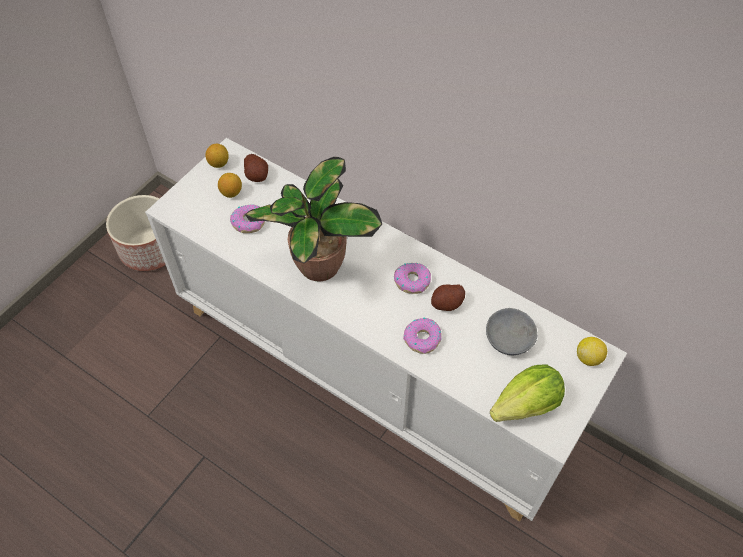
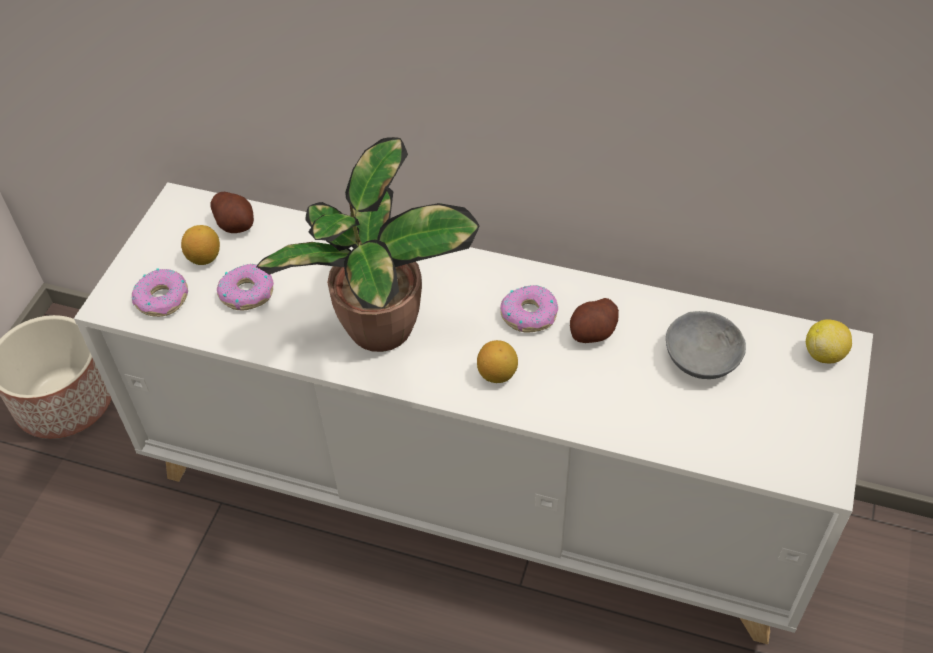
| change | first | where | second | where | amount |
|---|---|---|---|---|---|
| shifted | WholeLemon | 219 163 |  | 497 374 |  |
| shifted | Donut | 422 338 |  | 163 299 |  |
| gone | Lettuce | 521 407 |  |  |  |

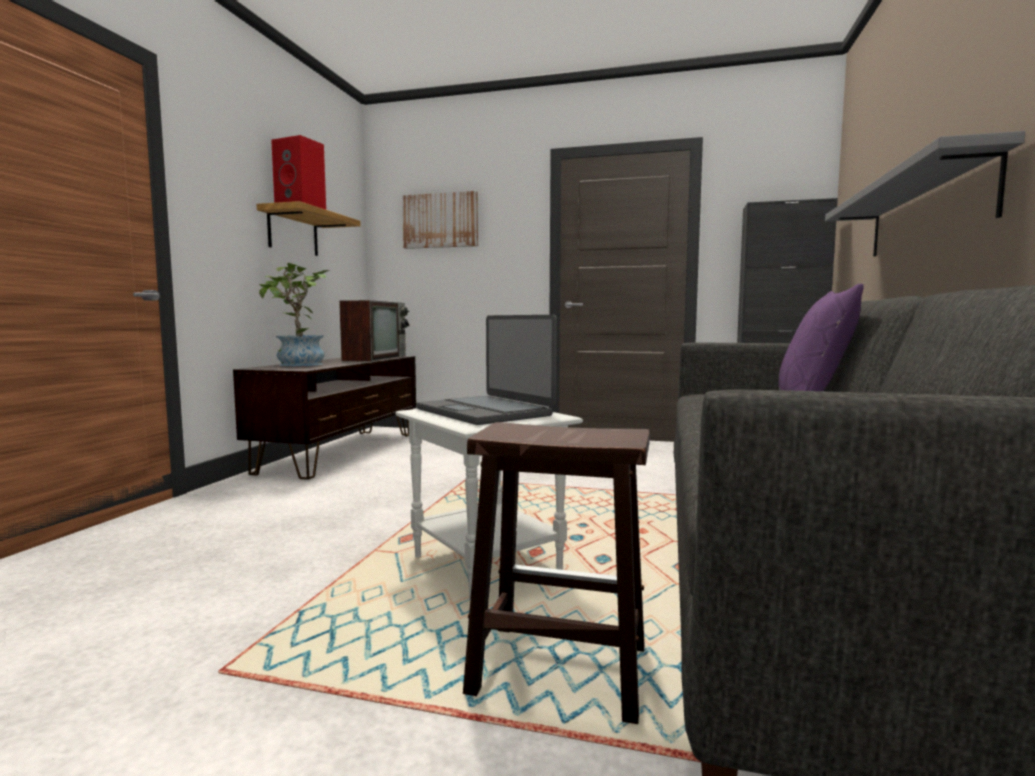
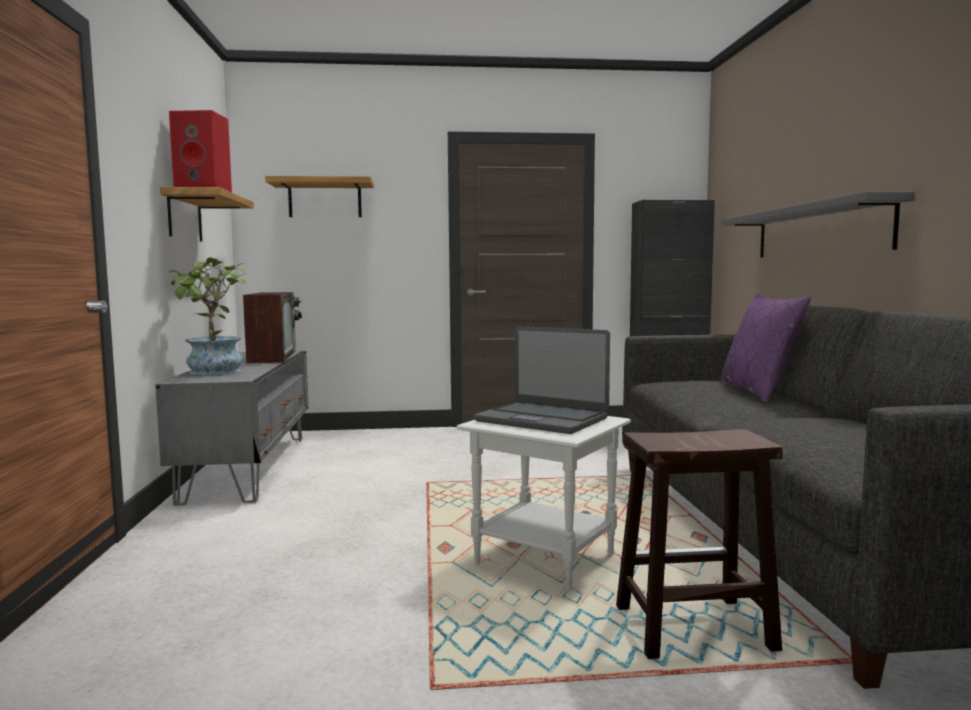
| change | first | where | second | where | amount |
|---|---|---|---|---|---|
| repainted | BrownColouredTvStand | 342 452 | GreyTvStand | 249 466 |  |
| swapped | Picture | 440 220 | Shelf | 325 199 |  |

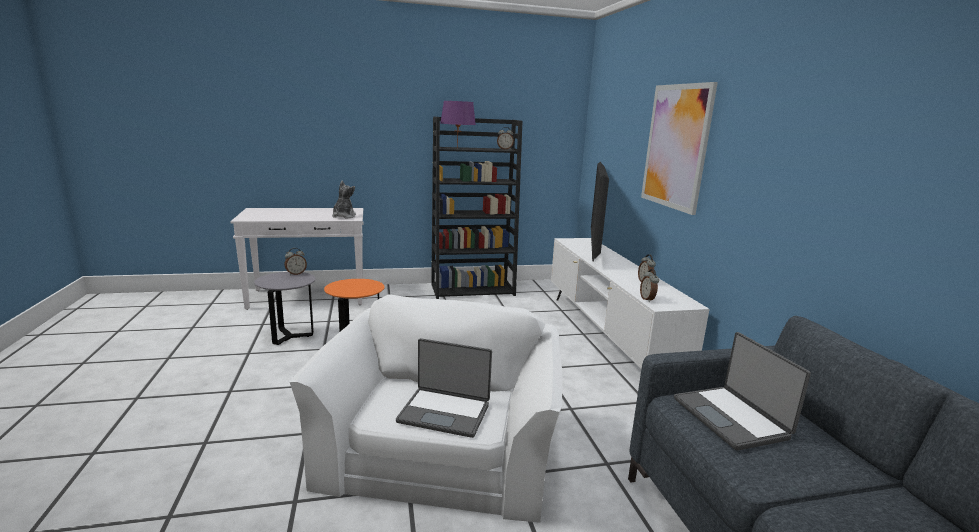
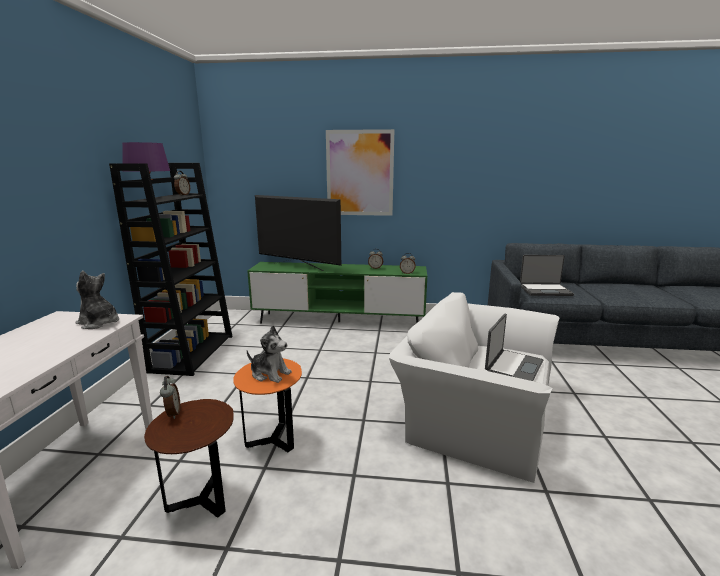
| change | first | where | second | where | amount |
|---|---|---|---|---|---|
| repainted | GreyAccentTable | 290 336 | BrownColouredAccentTable | 202 500 |  |
| repainted | WhiteTvStand | 607 335 | GreenTvStand | 339 322 |  |
| new |  |  | SoftToy | 270 374 |  |

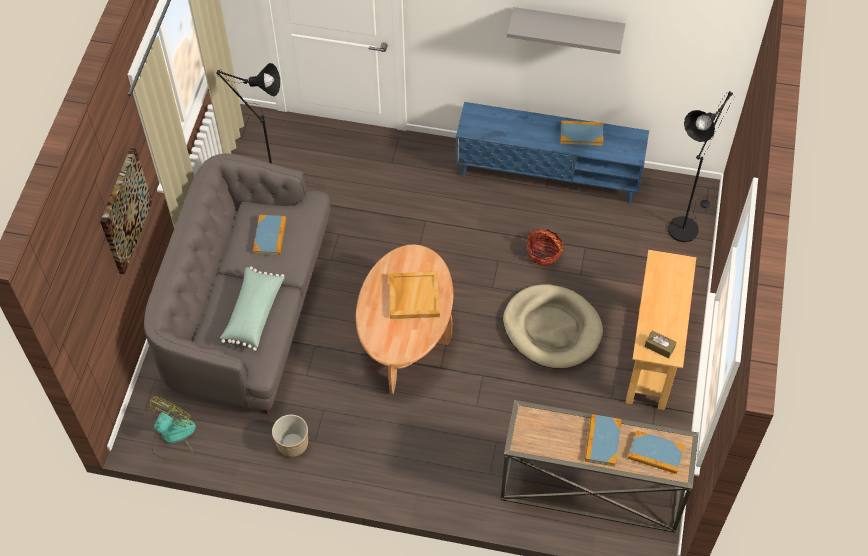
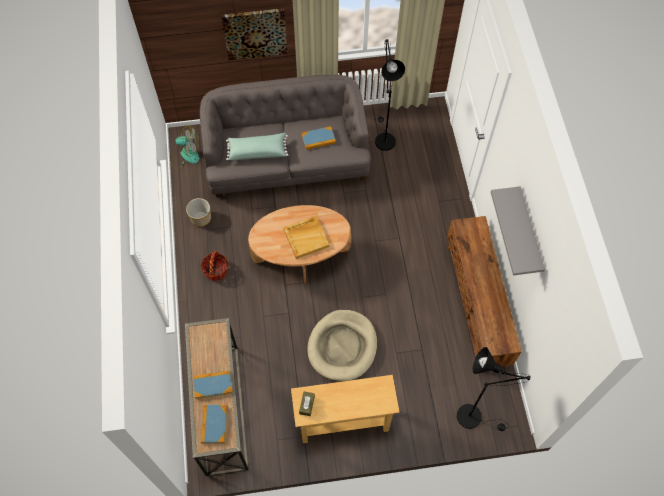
| change | first | where | second | where | amount |
|---|---|---|---|---|---|
| repainted | BlueColouredTvStand | 549 174 | BrownColouredTvStand | 476 305 |  |
| shifted | StorageBasket | 543 253 |  | 216 270 |  |
| gone | BoundBook | 581 134 |  |  |  |

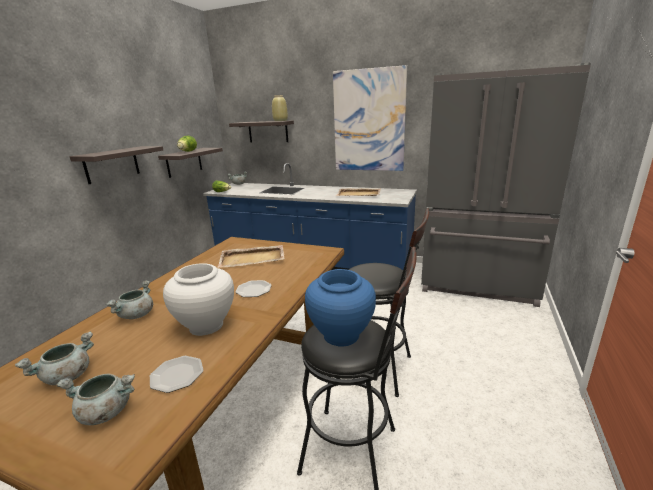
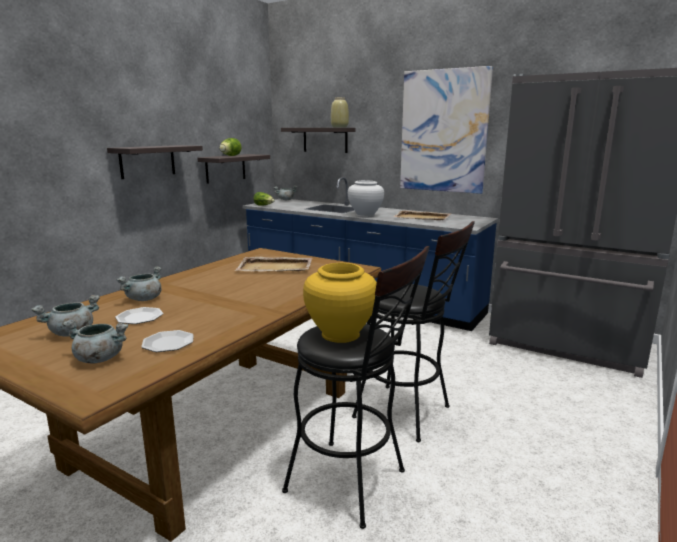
| change | first | where | second | where | amount |
|---|---|---|---|---|---|
| shifted | WhiteVase | 206 326 |  | 365 215 |  |
| shifted | Plate | 254 290 |  | 140 317 |  |
| repainted | BlueColouredVase | 341 336 | YellowColouredVase | 340 335 |  |

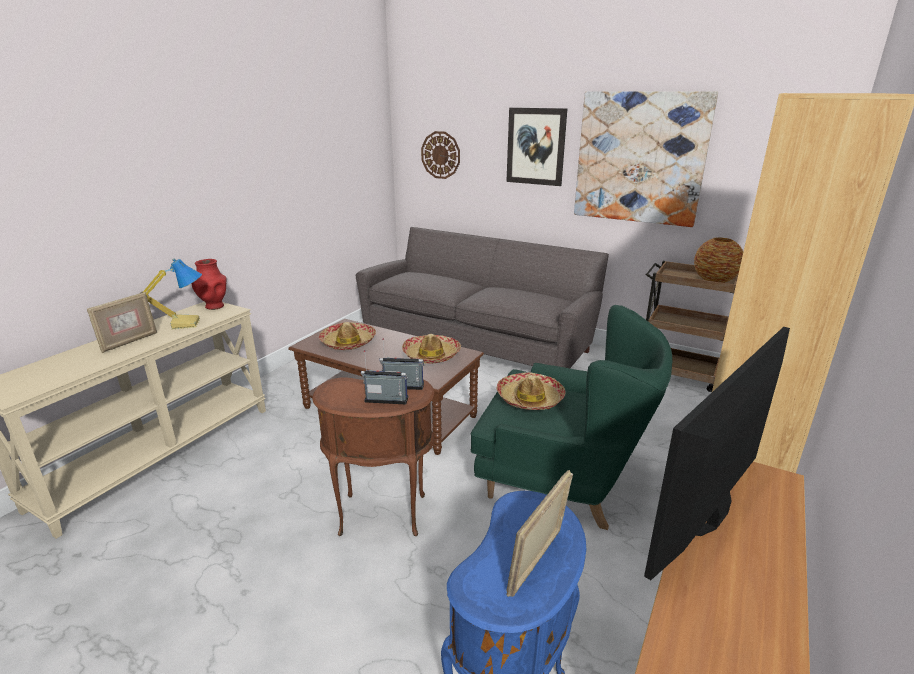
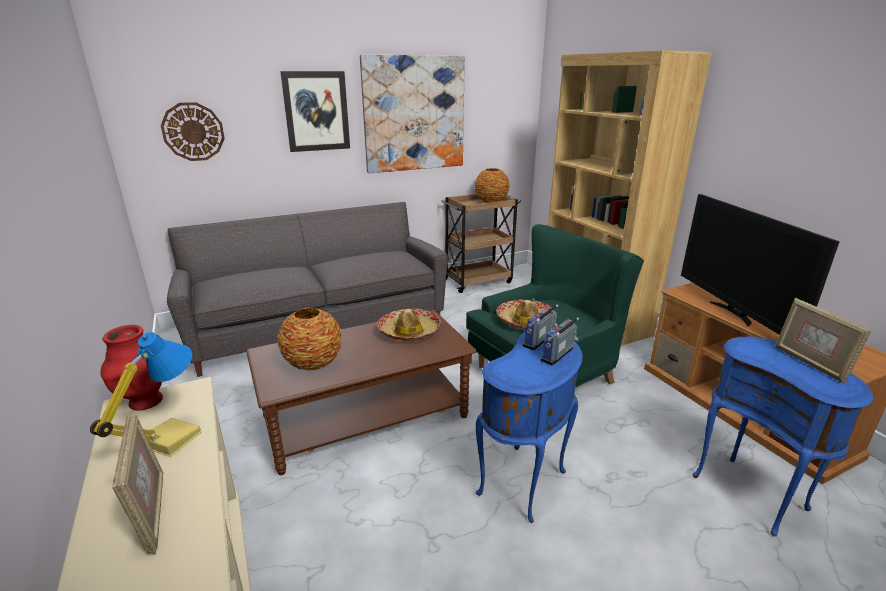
| change | first | where | second | where | amount |
|---|---|---|---|---|---|
| repainted | BrownColouredAccentTable | 381 517 | BlueColouredAccentTable | 525 484 |  |
| swapped | WearableHat | 348 342 | Vase | 313 363 |  |

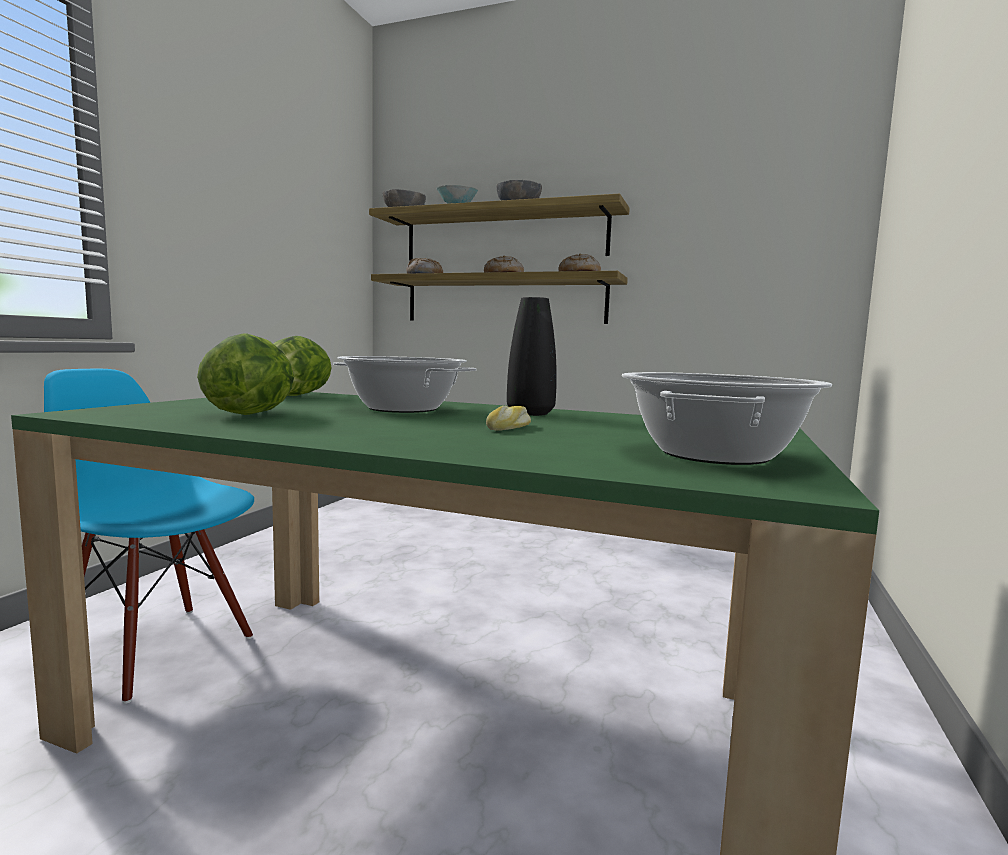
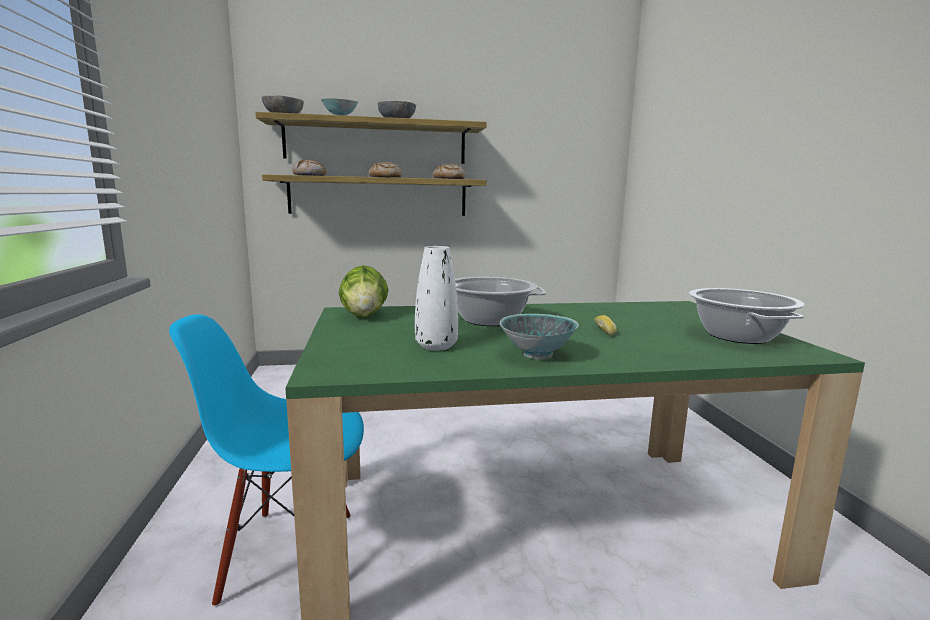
| change | first | where | second | where | amount |
|---|---|---|---|---|---|
| swapped | Lettuce | 252 414 | WhiteVase | 436 346 |  |
| gone | BlackVase | 530 413 |  |  |  |
| new |  |  | ServingBowl | 537 355 |  |

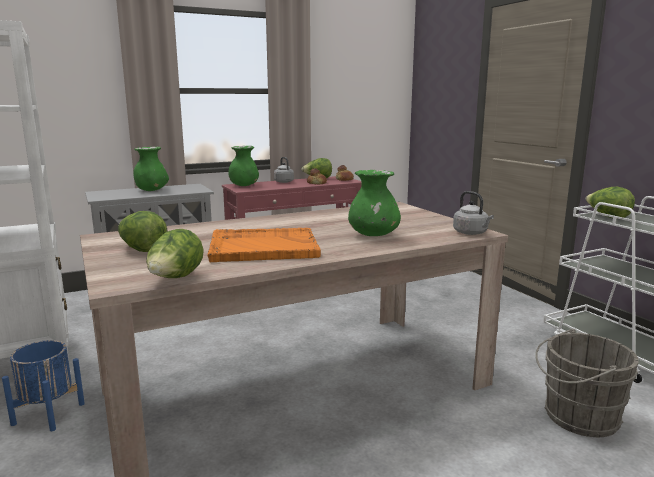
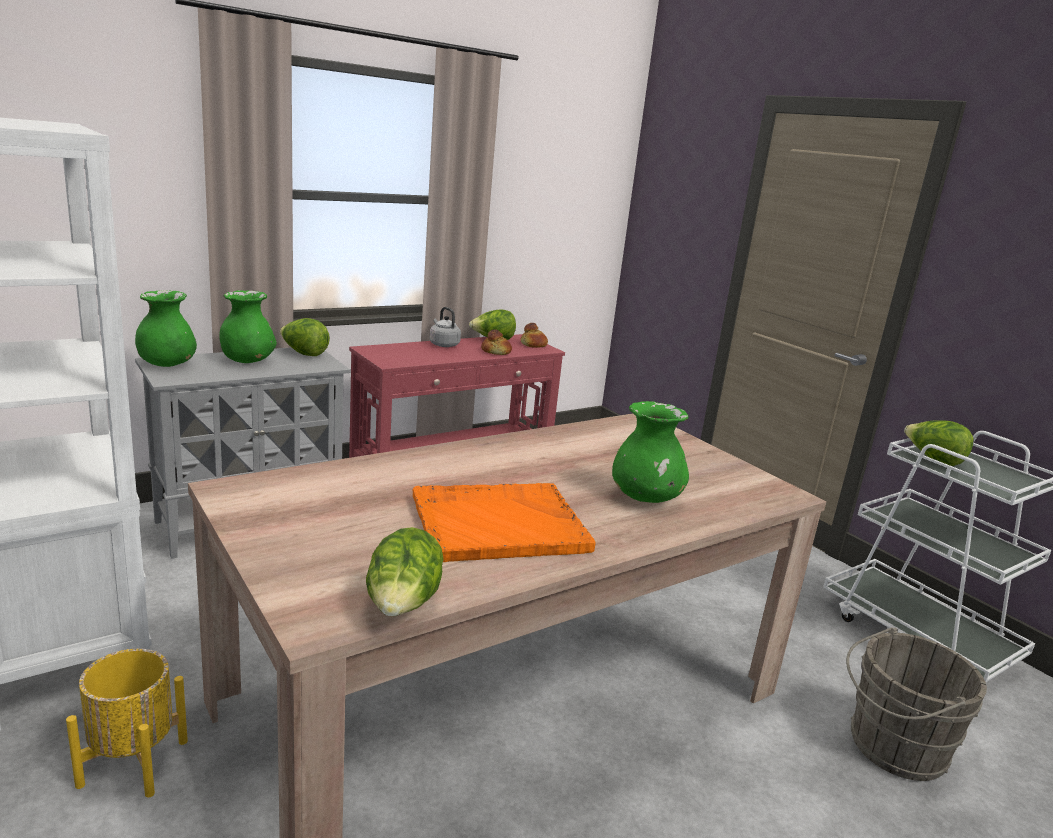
| change | first | where | second | where | amount |
|---|---|---|---|---|---|
| repainted | BlueColouredFlowerPot | 49 413 | YellowColouredFlowerPot | 134 762 |  |
| shifted | Lettuce | 142 250 |  | 304 354 |  |
| shifted | GreenVase | 244 185 |  | 167 364 |  |
| gone | GreyKettle | 471 233 |  |  |  |

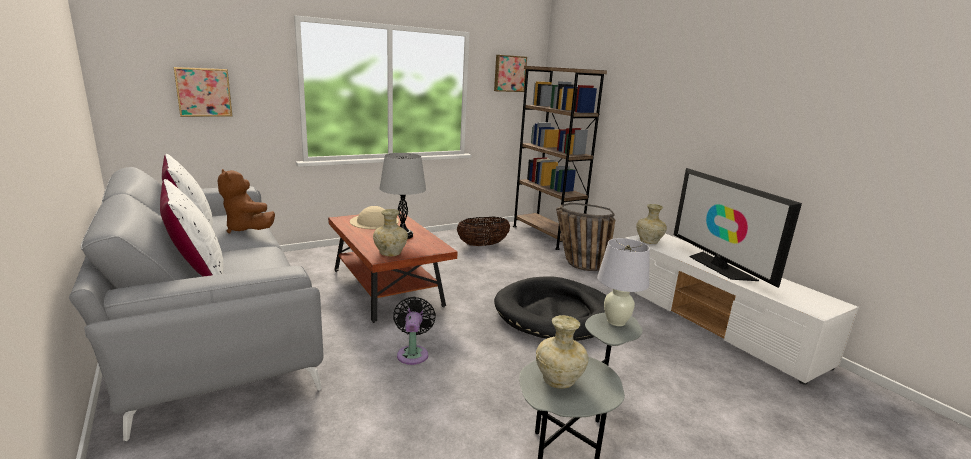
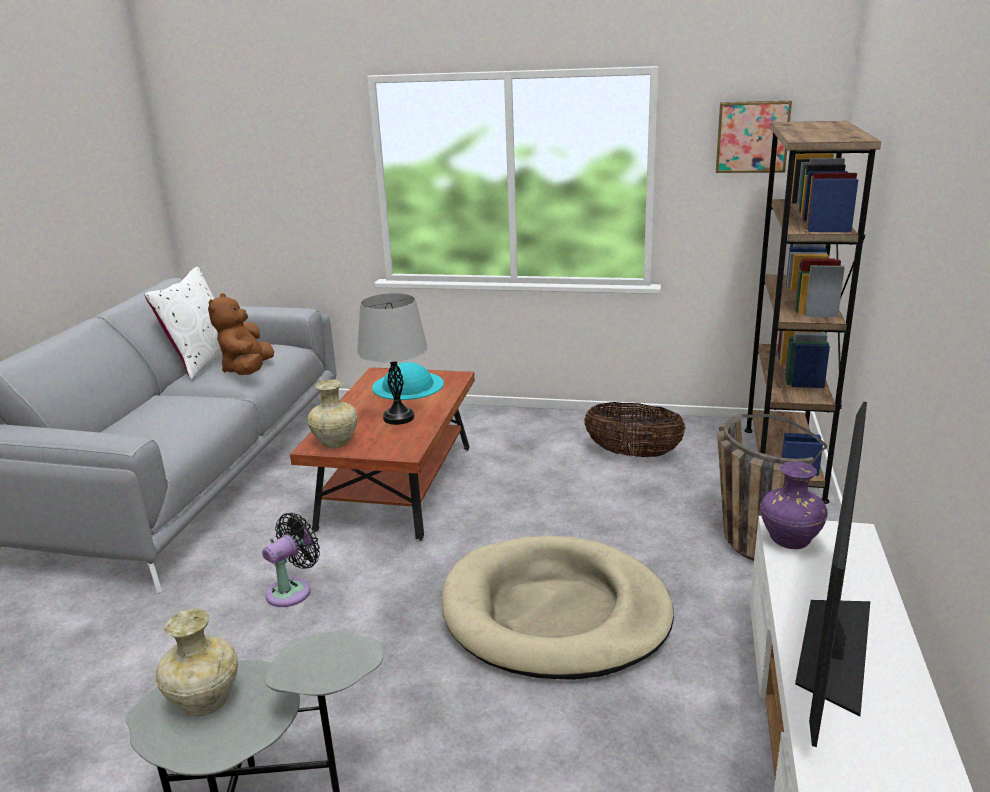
| change | first | where | second | where | amount |
|---|---|---|---|---|---|
| gone | WhiteThrowPillow | 197 273 |  |  |  |
| gone | Picture | 203 92 |  |  |  |
| repainted | BeigeColouredWearableHat | 374 221 | TurquoiseWearableHat | 408 385 |  |
| repainted | BlackDogBed | 556 313 | BeigeColouredDogBed | 555 613 |  |
| gone | WhiteLampForATable | 616 321 |  |  |  |
| repainted | BeigeColouredVase | 649 242 | PurpleColouredVase | 789 541 |  |

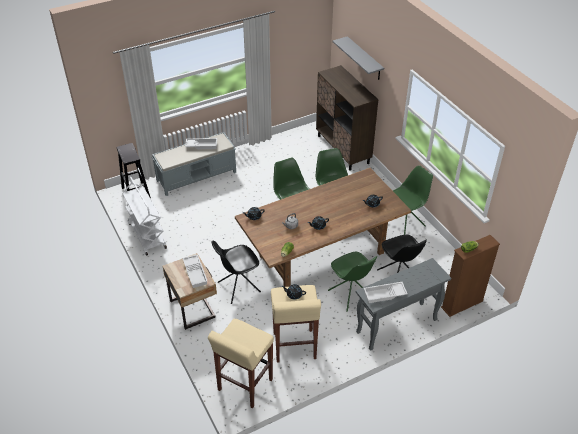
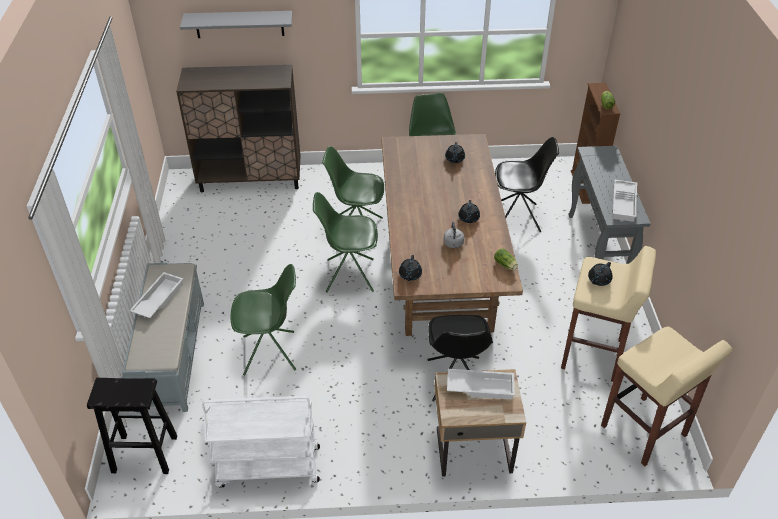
| change | first | where | second | where | amount |
|---|---|---|---|---|---|
| shifted | GreenPlainChair | 351 295 |  | 271 353 |  |

